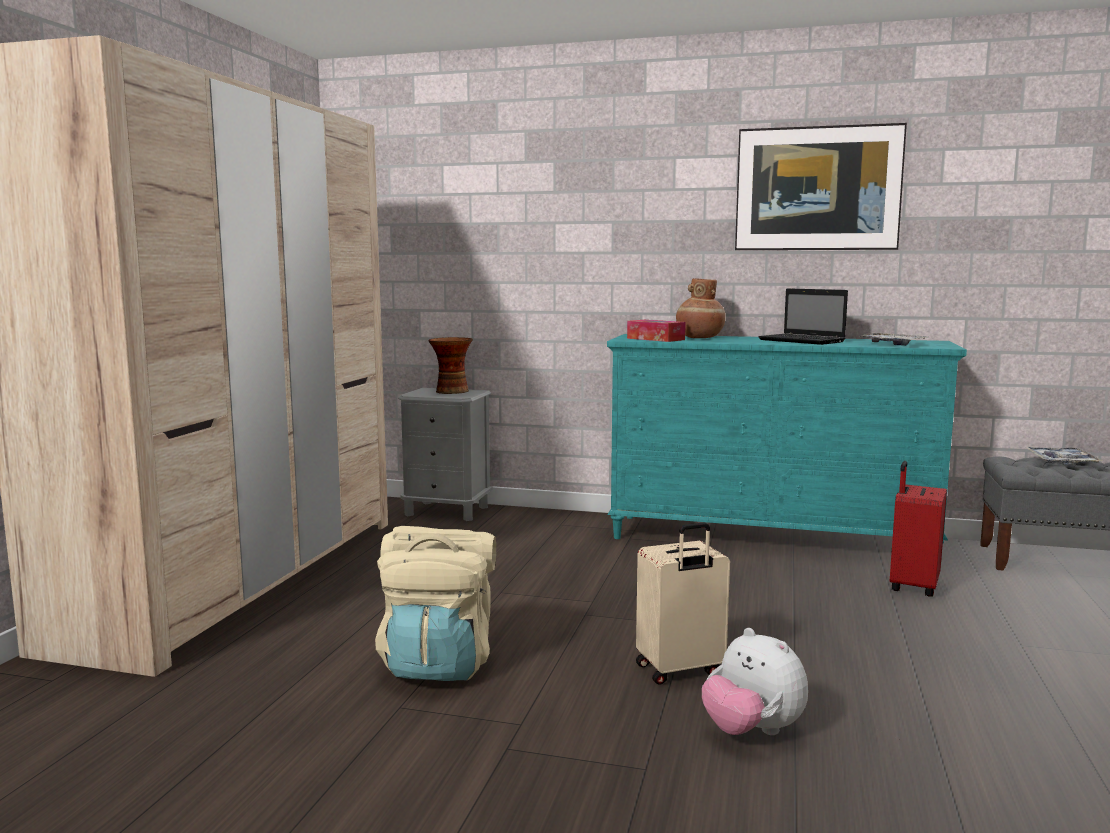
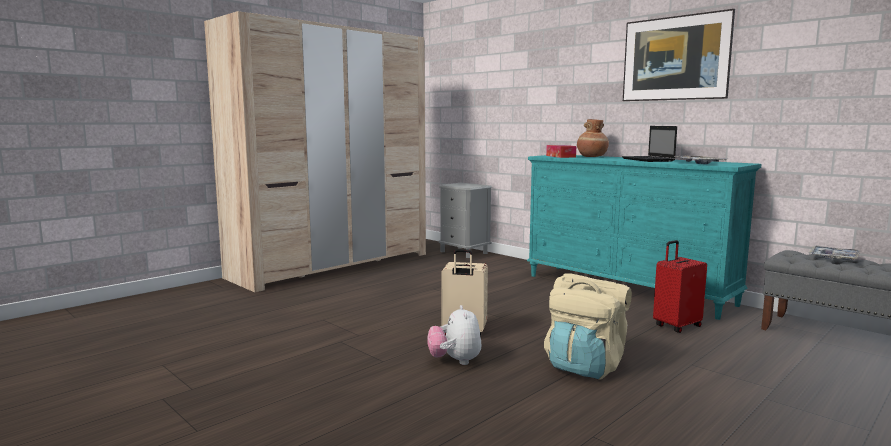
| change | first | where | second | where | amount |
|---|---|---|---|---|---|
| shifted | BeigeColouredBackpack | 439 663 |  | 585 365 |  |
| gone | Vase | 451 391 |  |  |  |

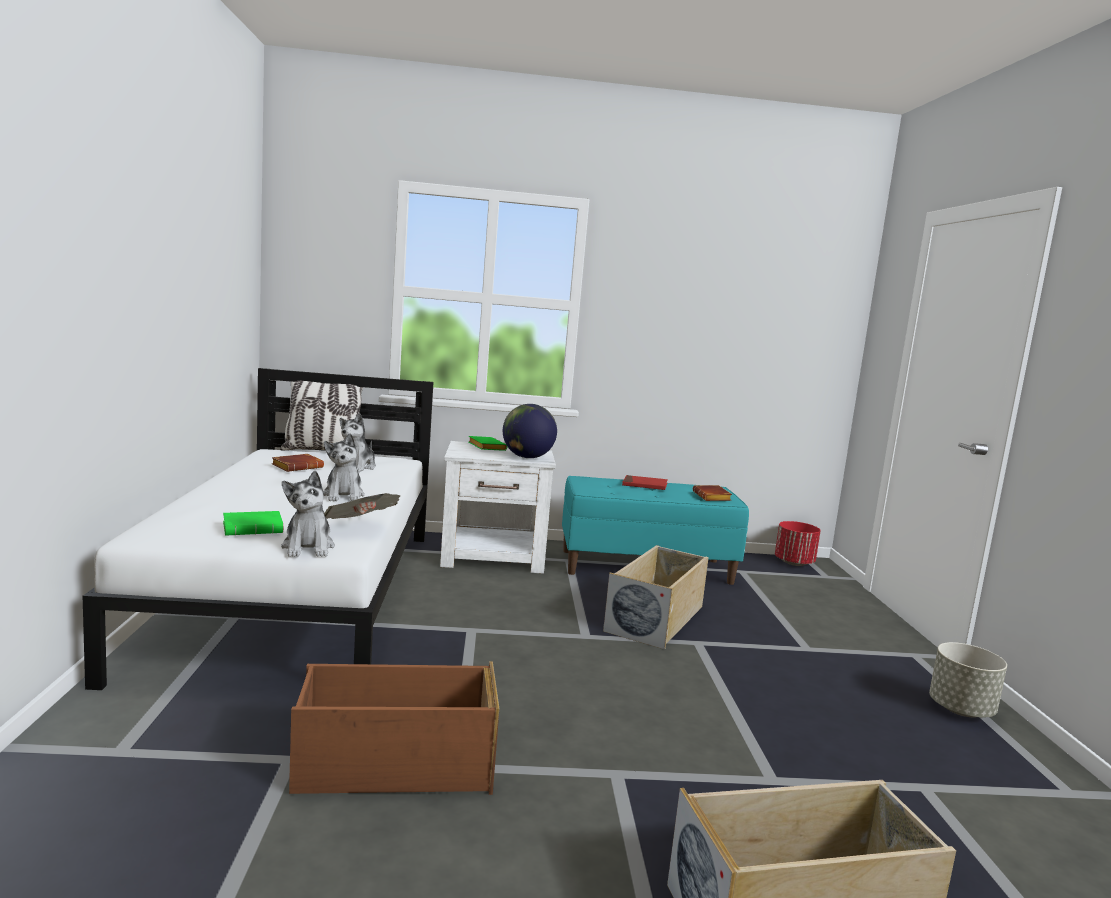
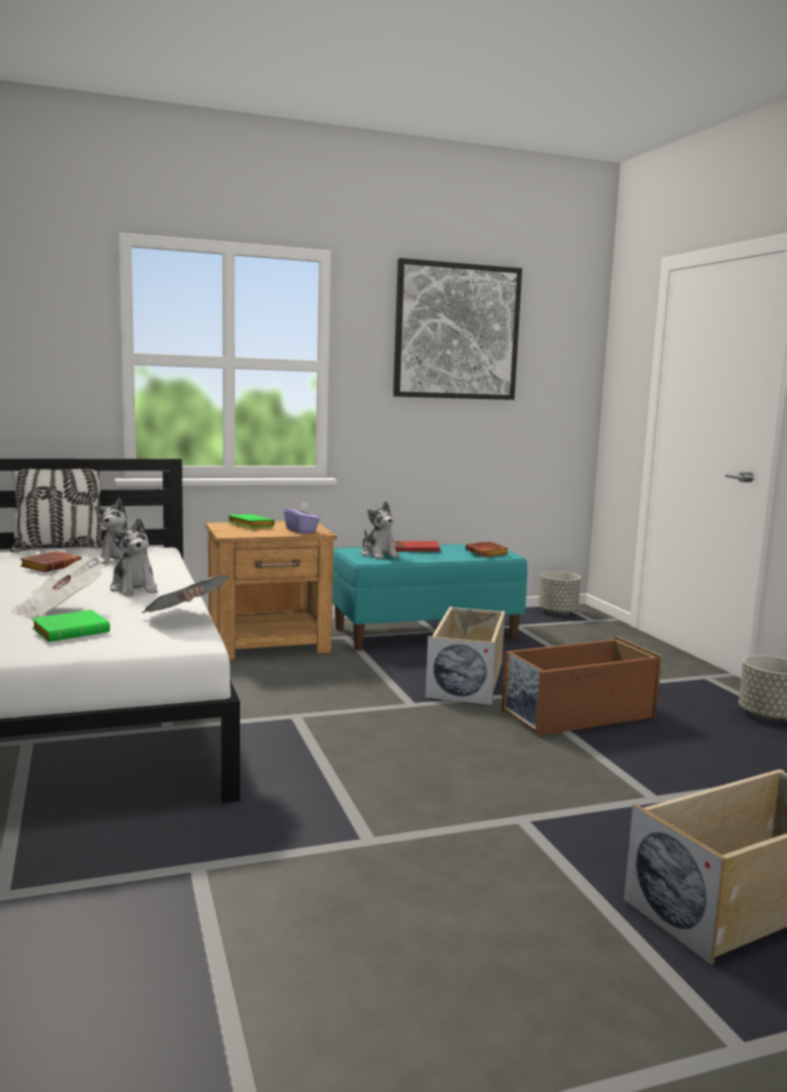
| change | first | where | second | where | amount |
|---|---|---|---|---|---|
| shifted | SoftToy | 308 547 |  | 378 554 |  |
| shifted | BrownColouredStorageBin | 393 766 |  | 576 715 |  |
| repainted | WhiteBedsideTable | 494 557 | BrownColouredBedsideTable | 270 644 |  |
| swapped | DeskGlobe | 527 457 | PurpleColouredTissueBox | 301 531 |  |
| repainted | RedColouredFlowerPot | 794 563 | GreyFlowerPot | 558 612 |  |
| new |  |  | Newspaper | 59 610 |  |
| new |  |  | Picture | 456 331 |  |

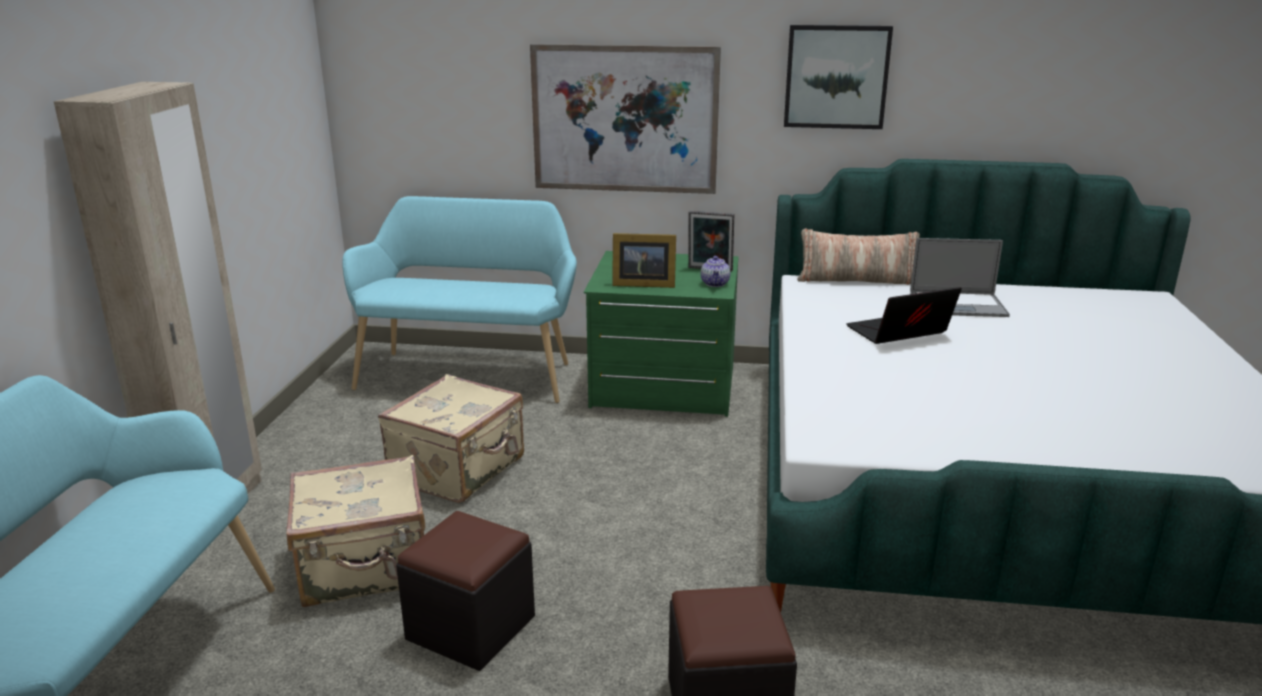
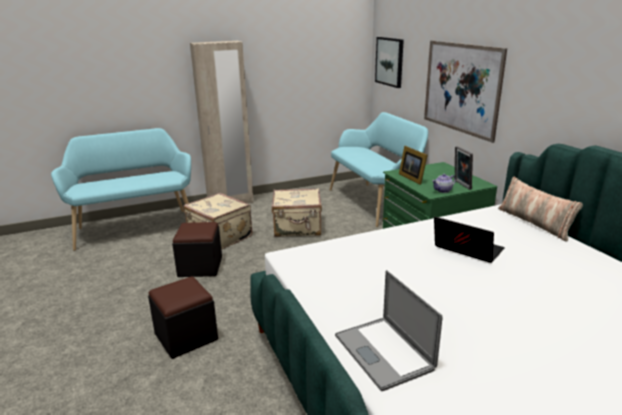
| change | first | where | second | where | amount |
|---|---|---|---|---|---|
| shifted | Picture | 836 77 |  | 390 61 |  |
| shifted | PortableComputer | 957 305 |  | 383 352 |  |

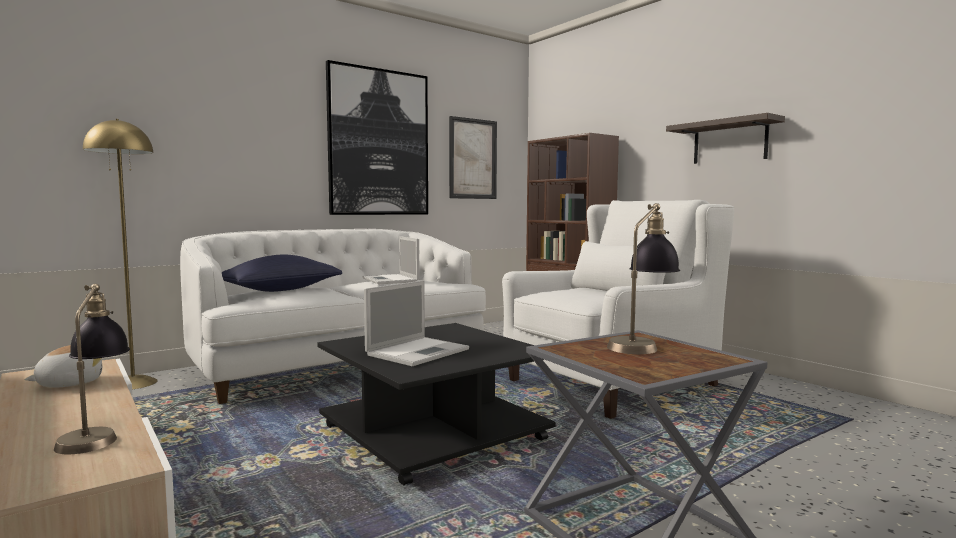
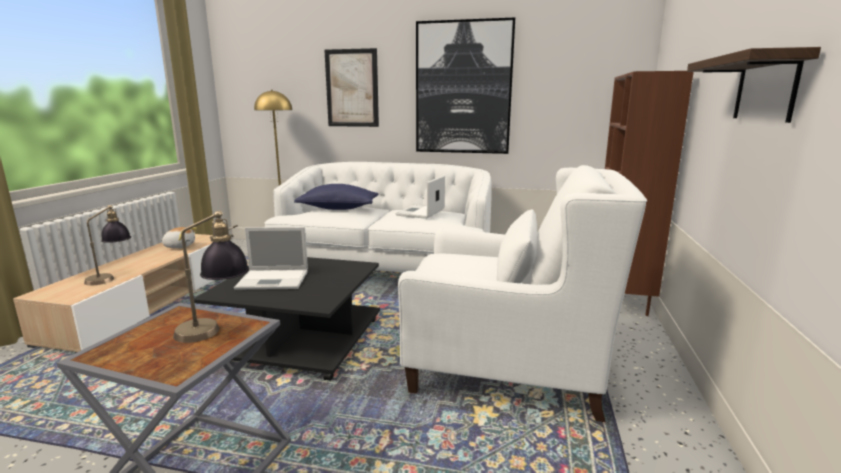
| change | first | where | second | where | amount |
|---|---|---|---|---|---|
| shifted | Picture | 473 159 |  | 352 88 |  |

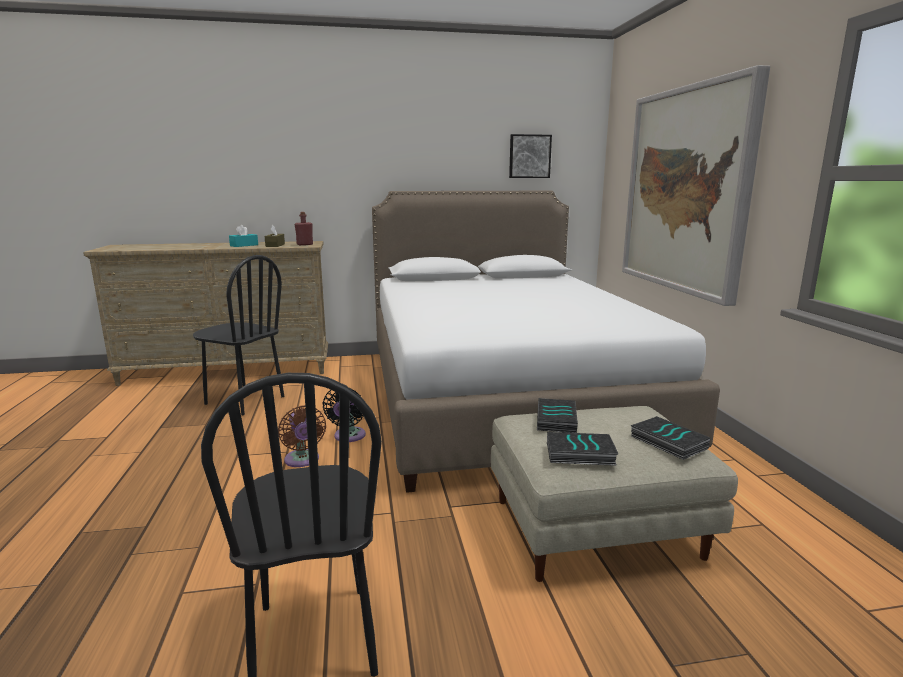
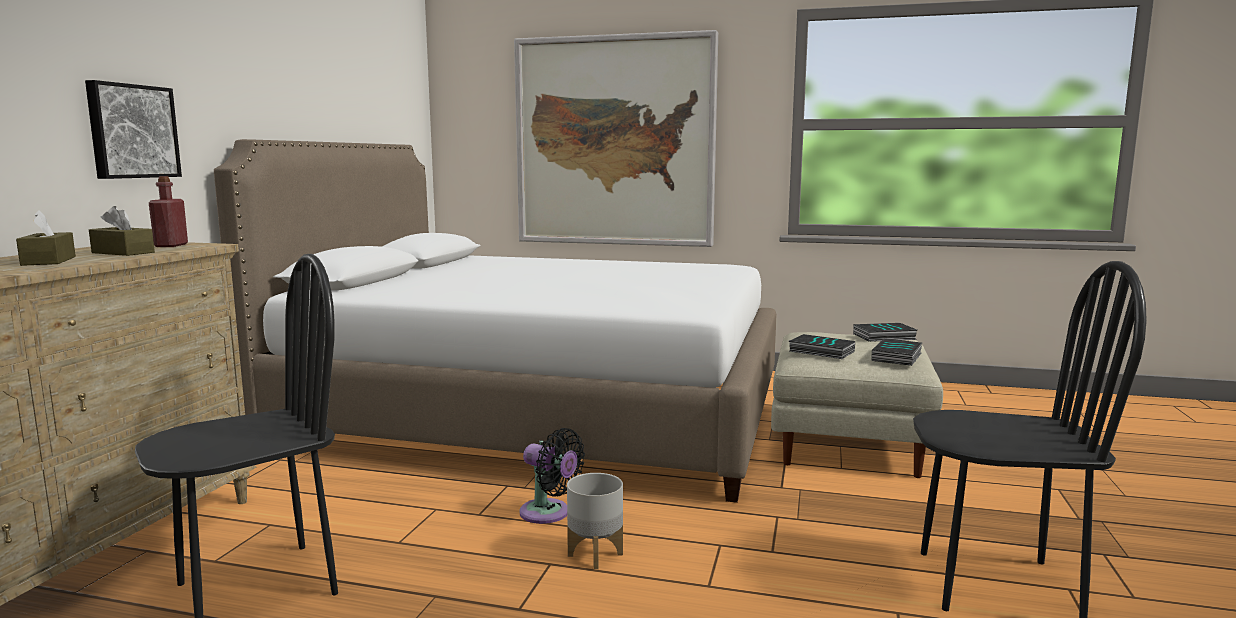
| change | first | where | second | where | amount |
|---|---|---|---|---|---|
| repainted | TurquoiseTissueBox | 244 245 | BrownColouredTissueBox | 49 261 |  |
| swapped | BrownColouredElectricFan | 302 460 | GreyFlowerPot | 594 554 |  |
| shifted | Picture | 529 156 |  | 132 131 |  |

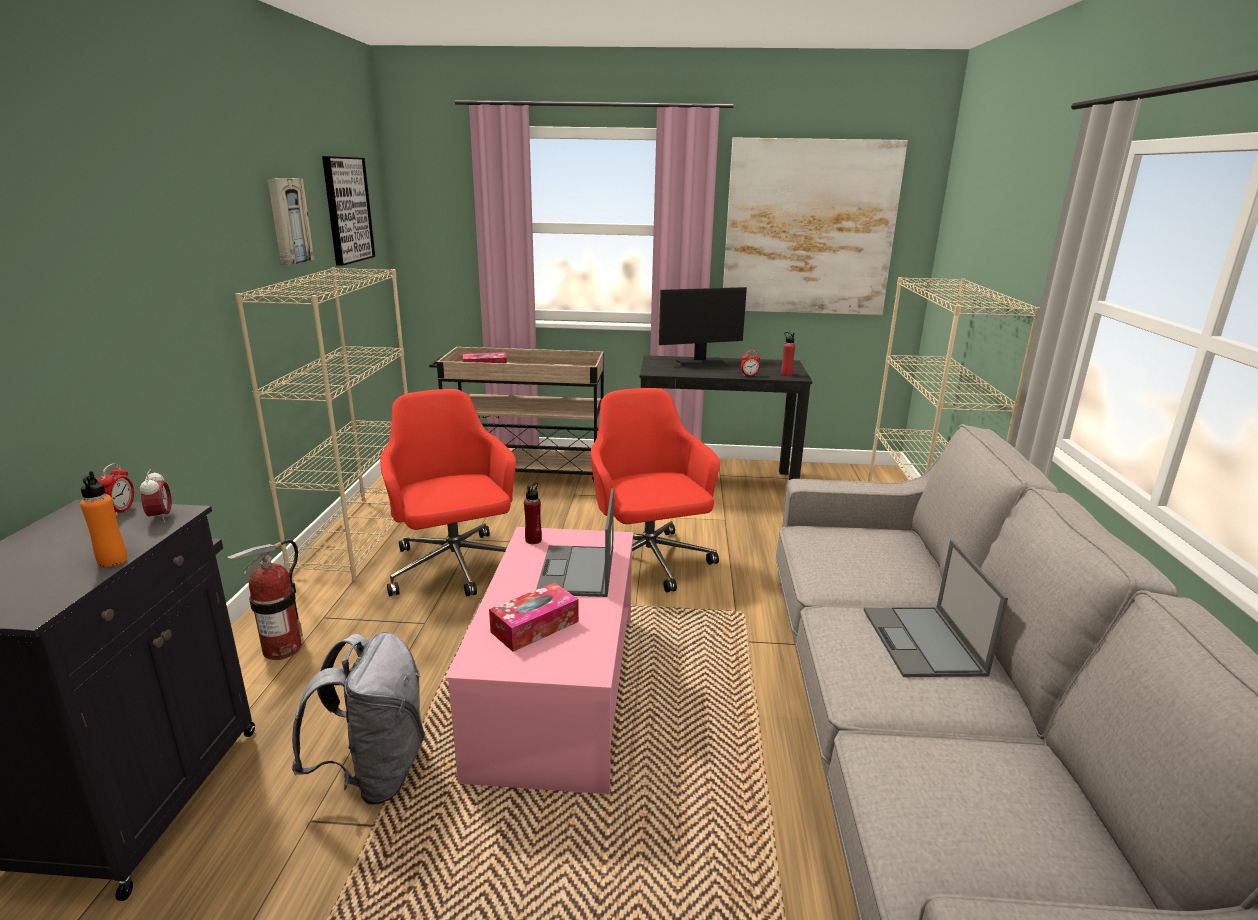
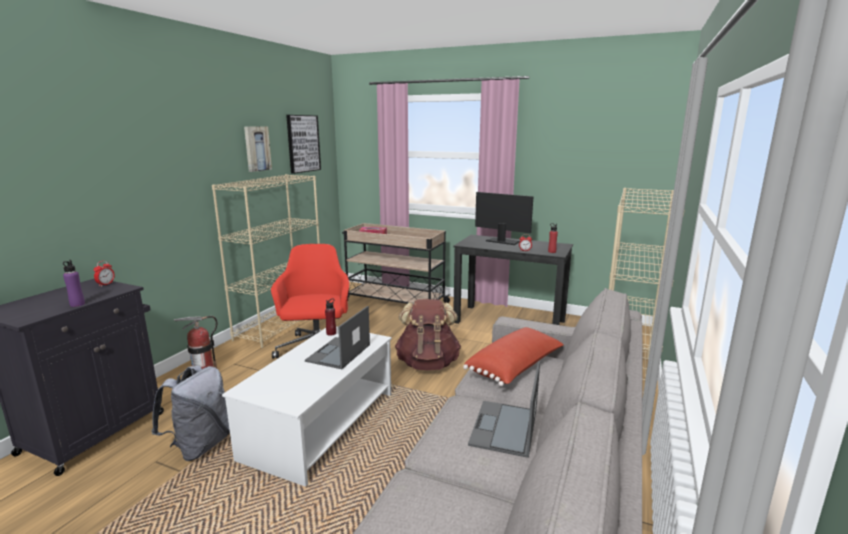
| change | first | where | second | where | amount |
|---|---|---|---|---|---|
| repainted | OrangeColouredBottle | 112 560 | PurpleColouredBottle | 77 304 |  |
| gone | TableClock | 161 517 |  |  |  |
| repainted | PinkishCoffeeTable | 557 692 | WhiteCoffeeTable | 320 425 |  |
| gone | TissueBox | 535 626 |  |  |  |
| swapped | RedColouredComputerChair | 648 563 | BrownColouredBackpack | 428 363 |  |
| rotated | Monitor | 703 363 |  | 503 241 | 150 degrees counterclockwise |
| gone | Picture | 809 229 |  |  |  |
| new |  |  | RedColouredThrowPillow | 516 368 |  |

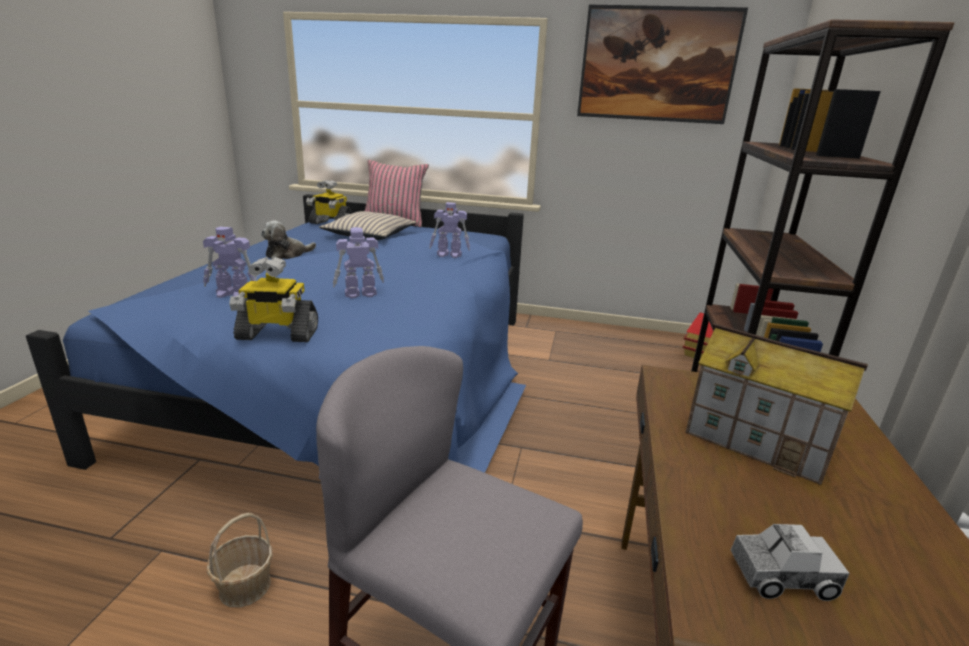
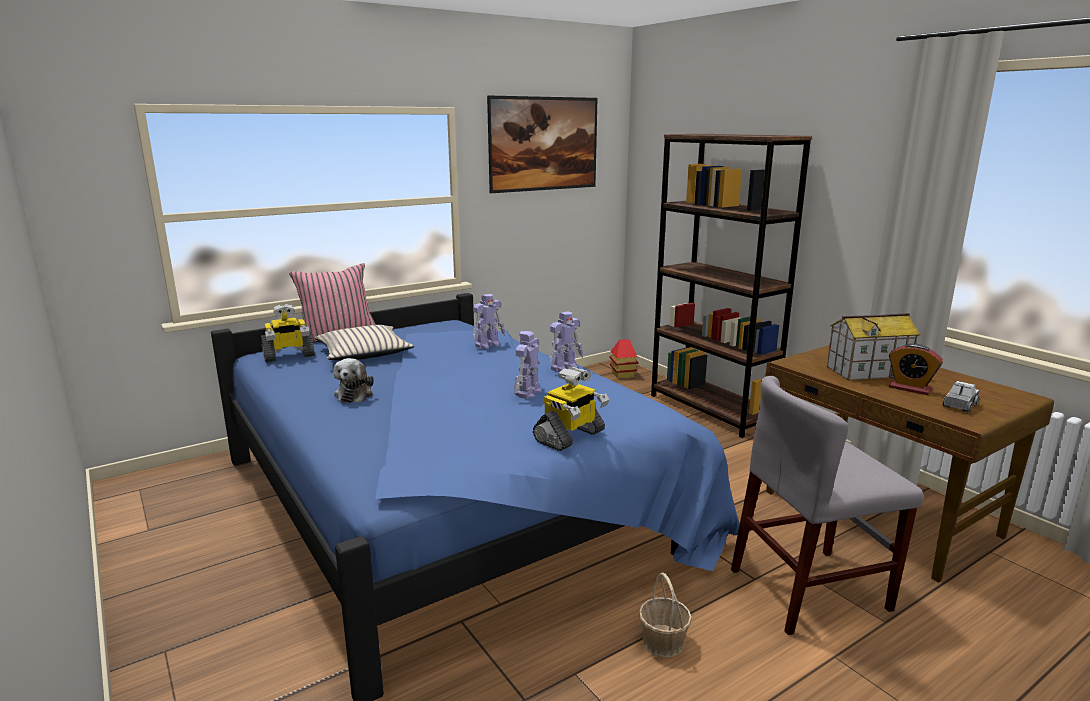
| change | first | where | second | where | amount |
|---|---|---|---|---|---|
| shifted | ToyRobot | 234 294 |  | 565 368 |  |
| new |  |  | TableClock | 910 388 |  |

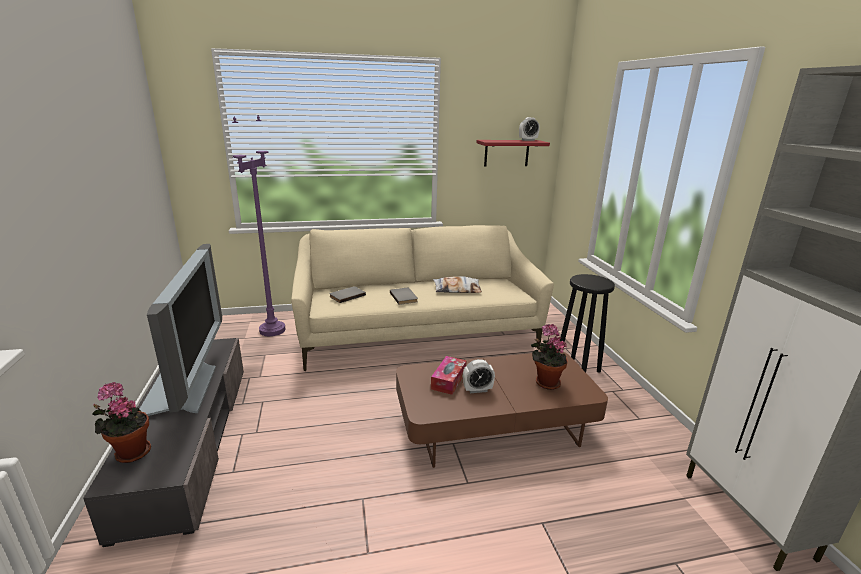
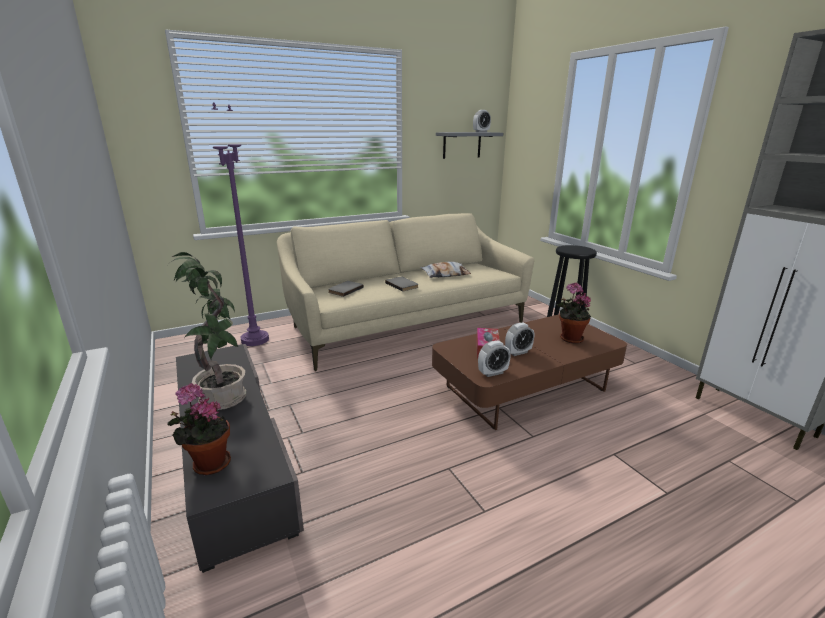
| change | first | where | second | where | amount |
|---|---|---|---|---|---|
| swapped | TvSet | 185 390 | Houseplant | 225 398 |  |
| repainted | RedColouredShelf | 506 153 | GreyShelf | 462 145 |  |
| new |  |  | TableClock | 492 373 |  |

